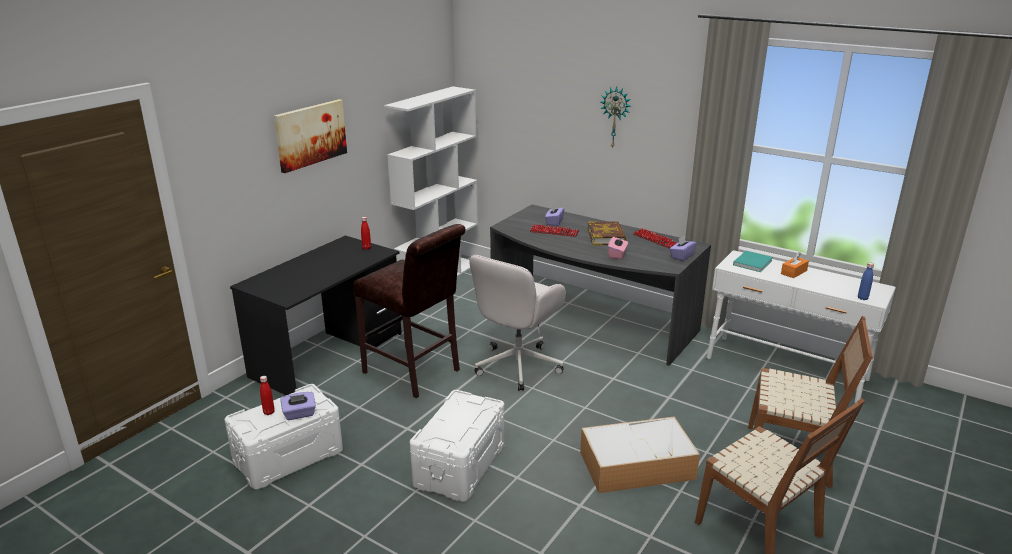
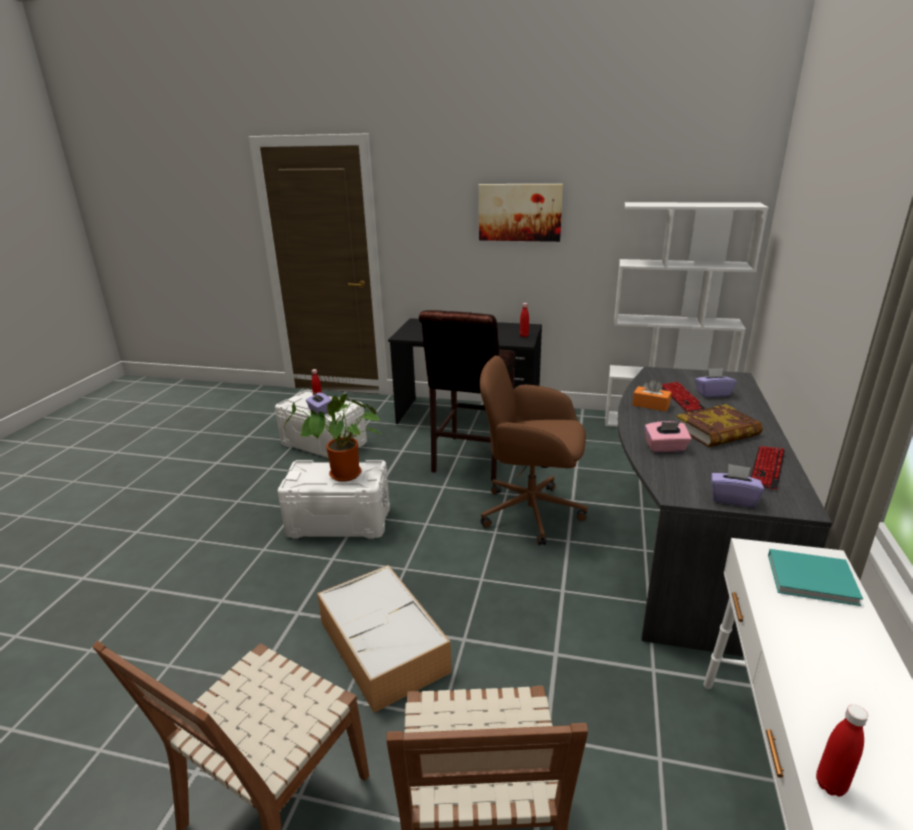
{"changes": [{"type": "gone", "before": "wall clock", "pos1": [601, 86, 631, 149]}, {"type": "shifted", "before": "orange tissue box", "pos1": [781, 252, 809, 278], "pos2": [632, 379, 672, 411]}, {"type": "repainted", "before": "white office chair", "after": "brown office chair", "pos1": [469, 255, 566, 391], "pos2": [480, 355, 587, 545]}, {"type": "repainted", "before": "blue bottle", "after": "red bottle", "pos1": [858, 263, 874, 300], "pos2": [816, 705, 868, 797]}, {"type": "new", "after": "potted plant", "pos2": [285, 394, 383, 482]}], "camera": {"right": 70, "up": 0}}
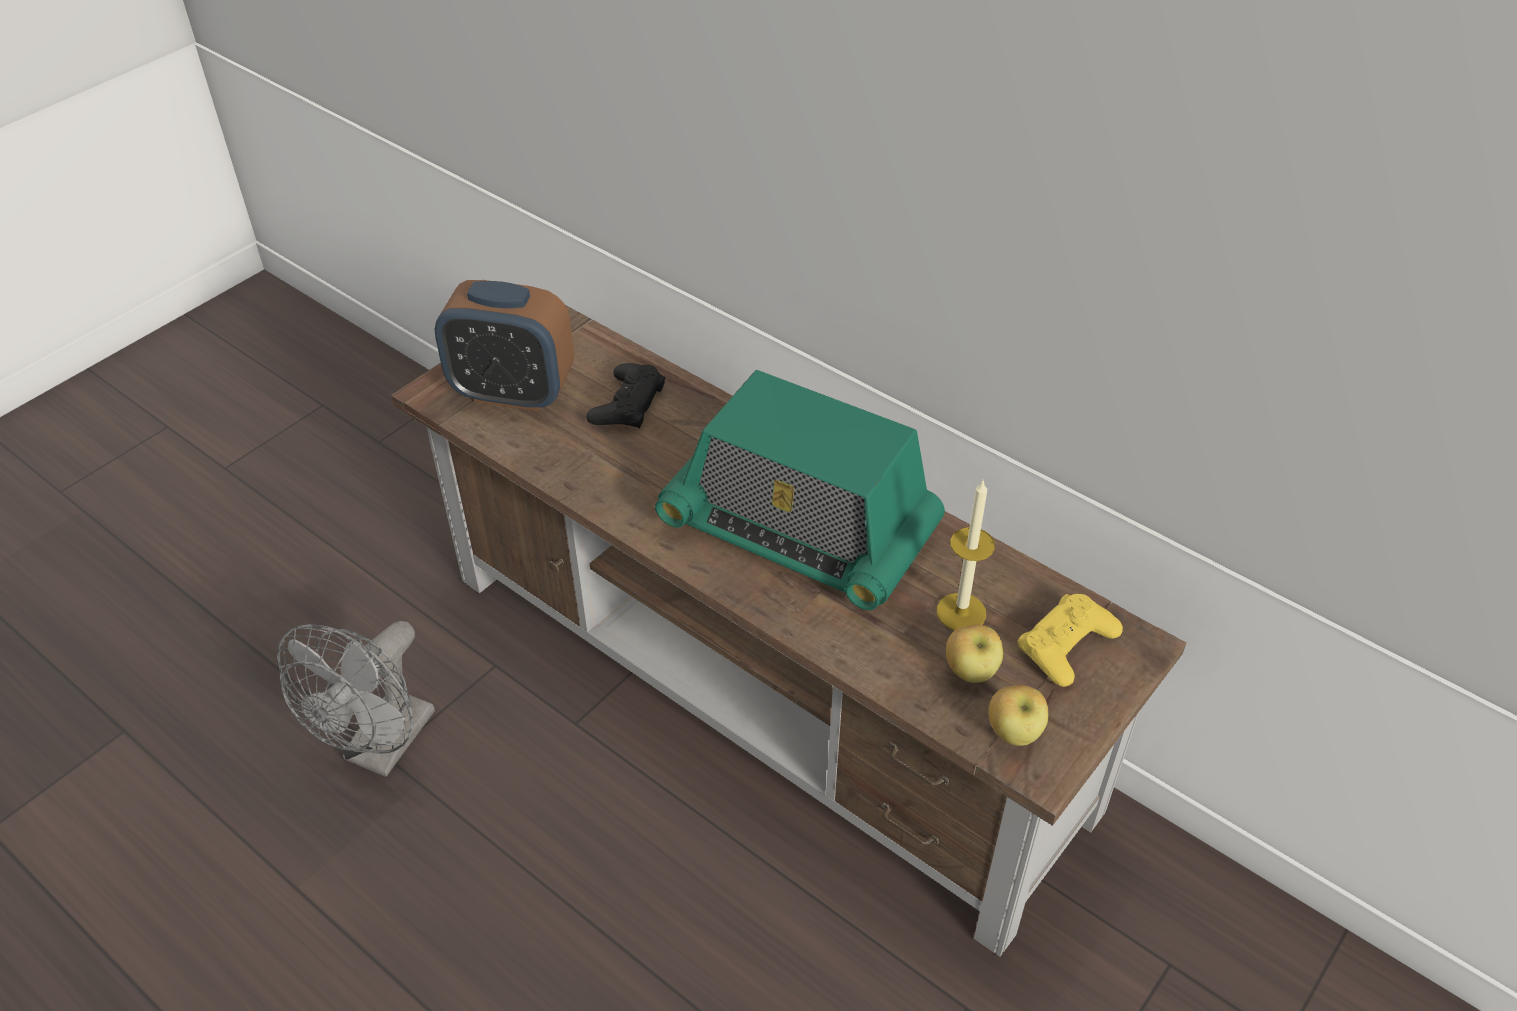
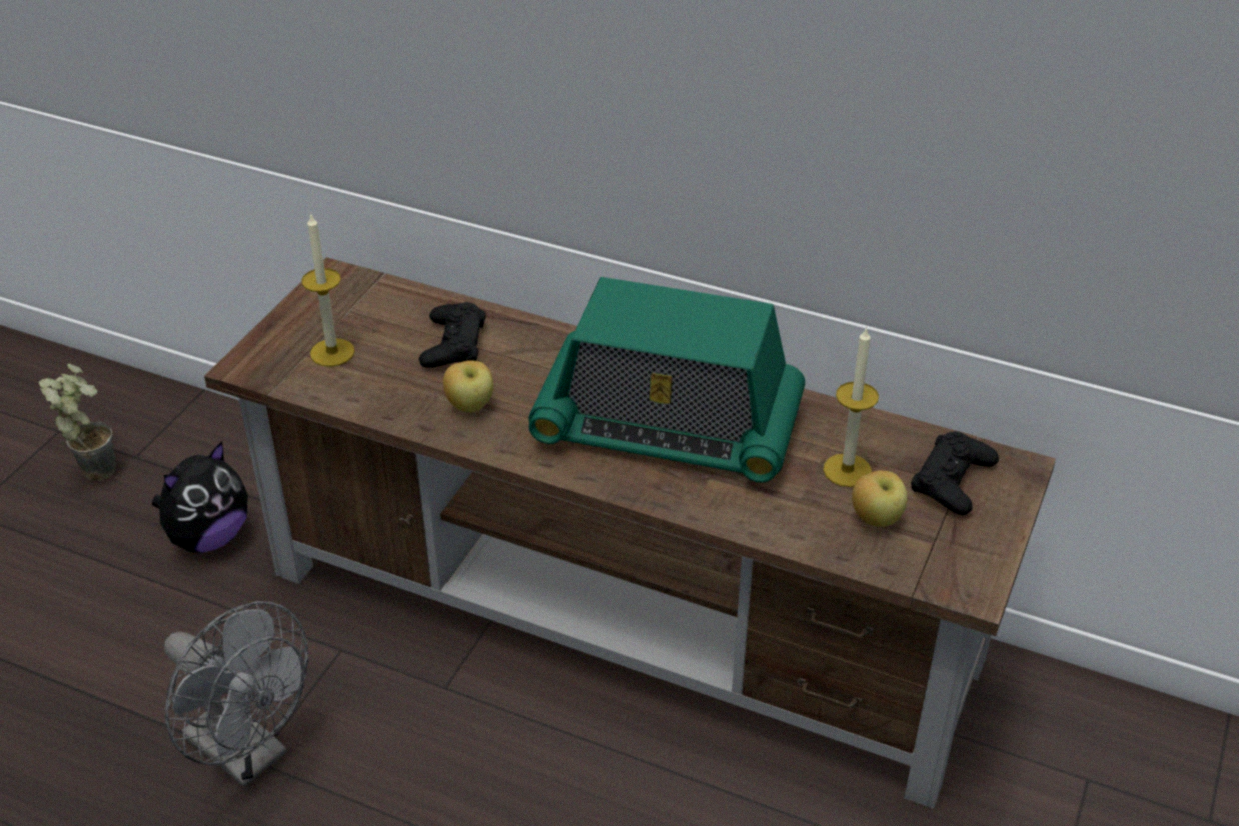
{"changes": [{"type": "swapped", "before": "alarm clock", "after": "candle", "pos1": [435, 280, 574, 411], "pos2": [301, 215, 355, 367]}, {"type": "repainted", "before": "yellow game controller", "after": "black game controller", "pos1": [1017, 594, 1123, 687], "pos2": [911, 431, 999, 515]}, {"type": "rotated", "before": "grey fan", "pos1": [277, 621, 435, 777], "pos2": [164, 601, 308, 787], "turn": -60}, {"type": "shifted", "before": "apple", "pos1": [989, 685, 1048, 746], "pos2": [443, 360, 494, 412]}, {"type": "new", "after": "potted plant", "pos2": [38, 364, 116, 481]}, {"type": "new", "after": "plush toy", "pos2": [152, 441, 248, 553]}], "camera": {"right": -15, "up": -5}}
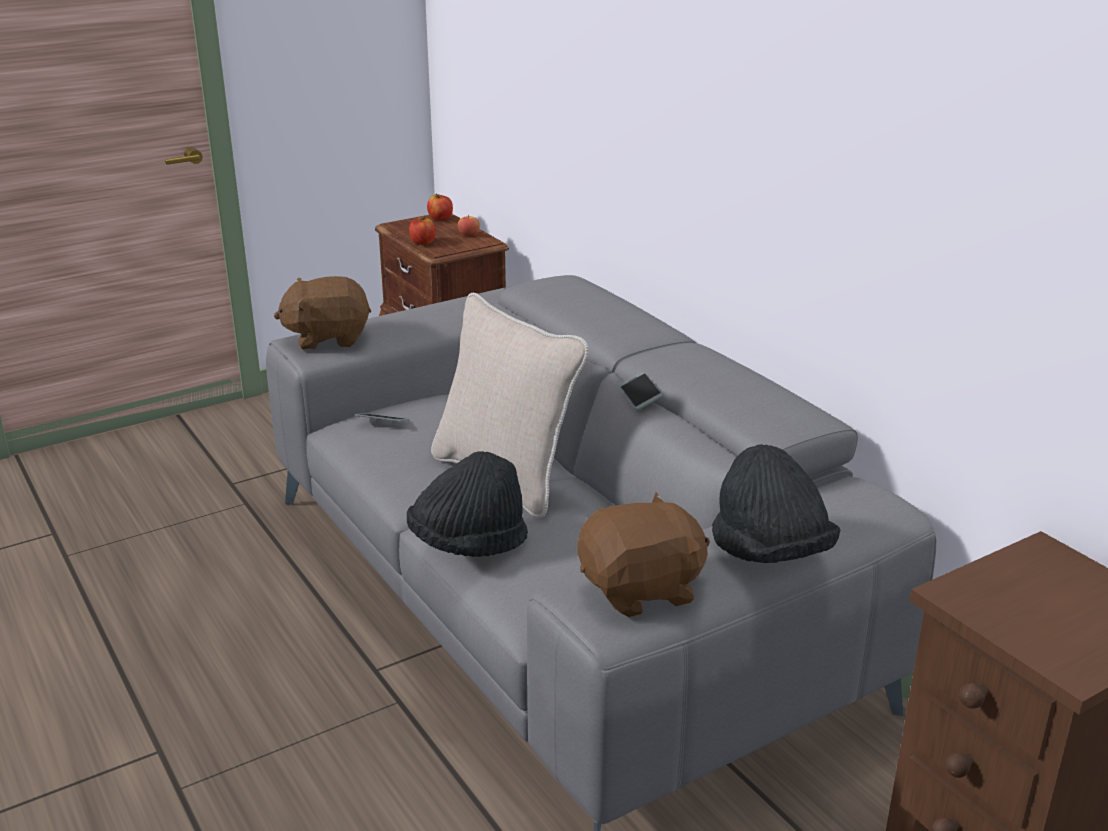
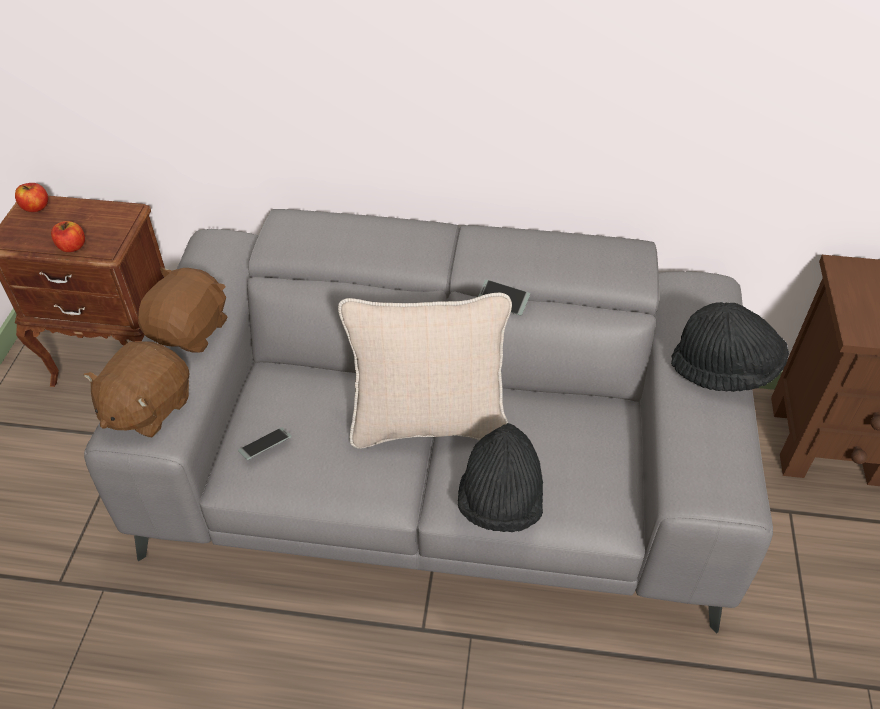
{"changes": [{"type": "gone", "before": "apple", "pos1": [458, 215, 480, 237]}, {"type": "shifted", "before": "brown plush toy", "pos1": [578, 492, 710, 617], "pos2": [138, 267, 227, 353]}], "camera": {"right": -50, "up": 20}}
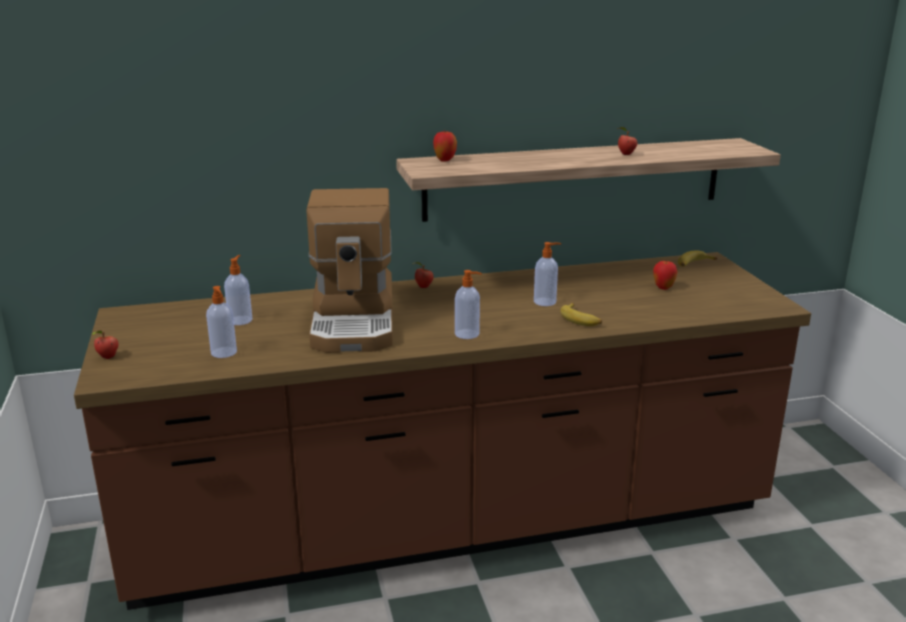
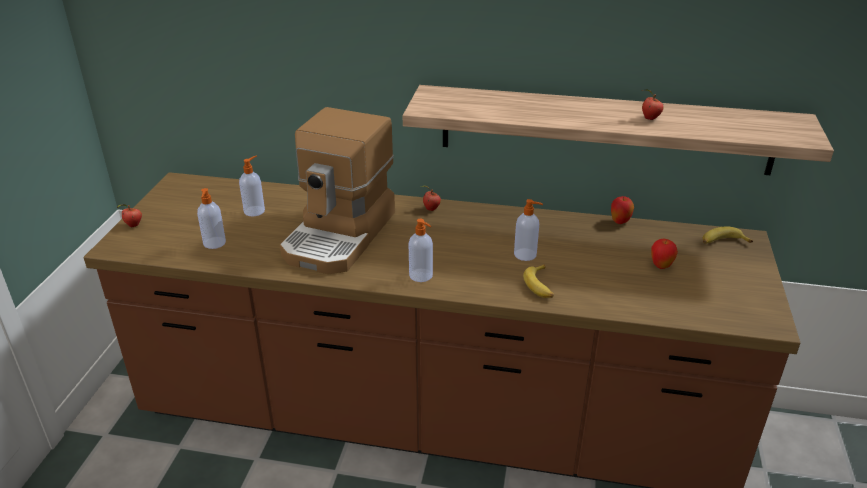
{"changes": [{"type": "shifted", "before": "apple", "pos1": [433, 131, 457, 162], "pos2": [611, 196, 634, 224]}], "camera": {"right": 25, "up": 10}}
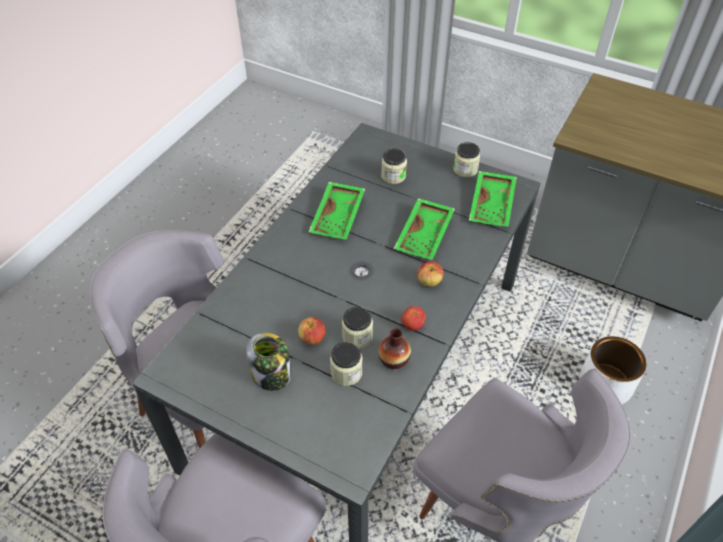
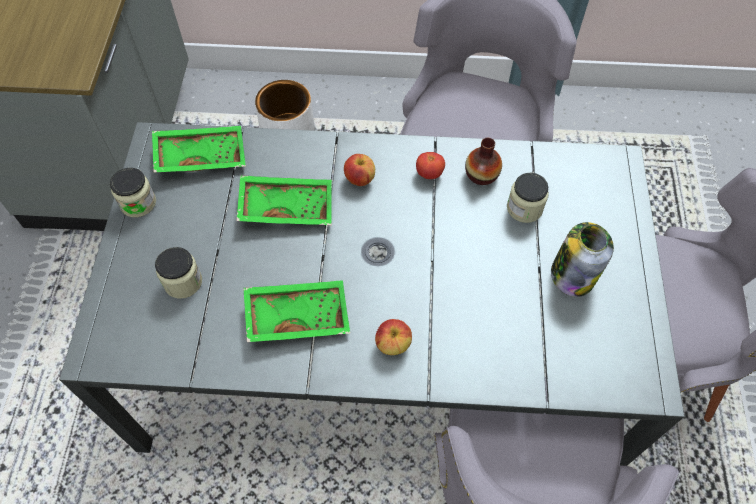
{"changes": [{"type": "gone", "before": "jar", "pos1": [342, 307, 373, 349]}, {"type": "shifted", "before": "apple", "pos1": [298, 317, 325, 345], "pos2": [375, 319, 412, 355]}], "camera": {"right": -115, "up": 10}}
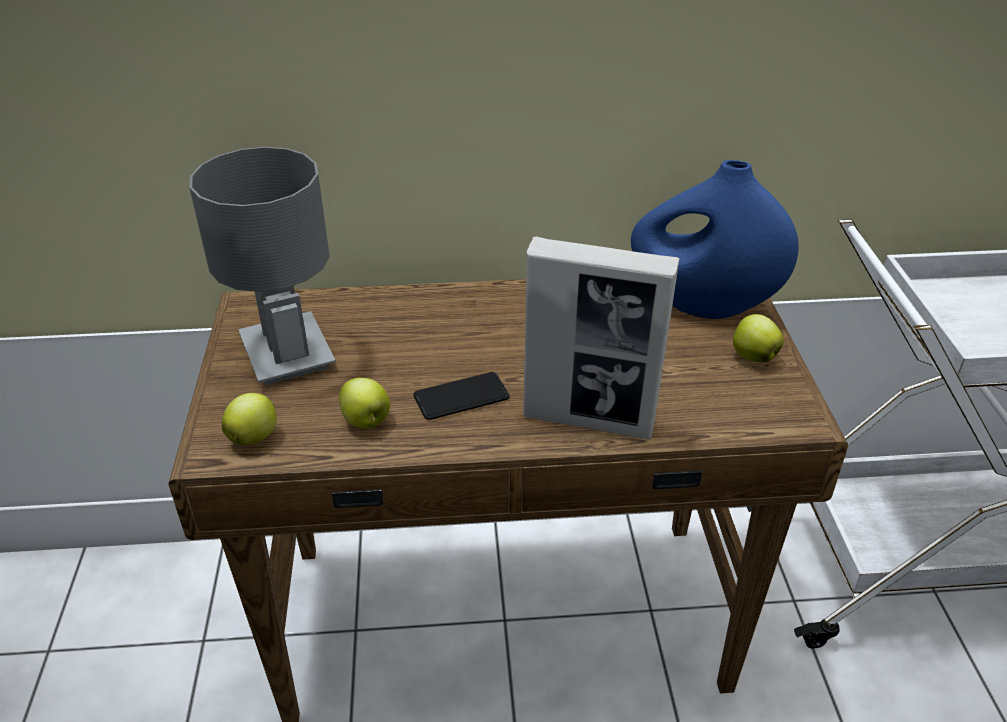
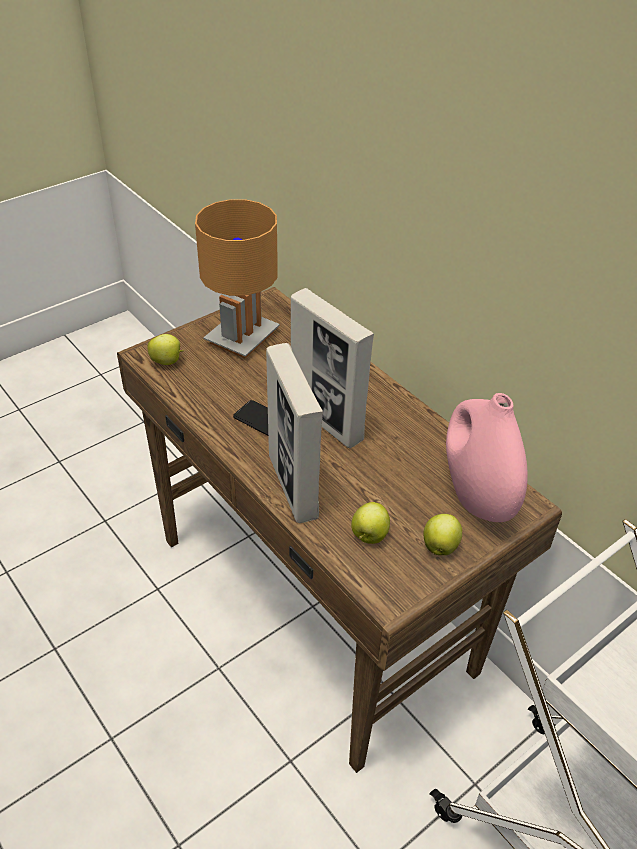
{"changes": [{"type": "repainted", "before": "grey table lamp", "after": "brown table lamp", "pos1": [189, 147, 336, 385], "pos2": [195, 199, 280, 358]}, {"type": "repainted", "before": "blue vase", "after": "pink vase", "pos1": [631, 160, 799, 319], "pos2": [446, 393, 528, 522]}, {"type": "shifted", "before": "apple", "pos1": [339, 377, 390, 428], "pos2": [351, 502, 390, 544]}, {"type": "new", "after": "picture frame", "pos2": [291, 288, 374, 448]}], "camera": {"right": 55, "up": 5}}
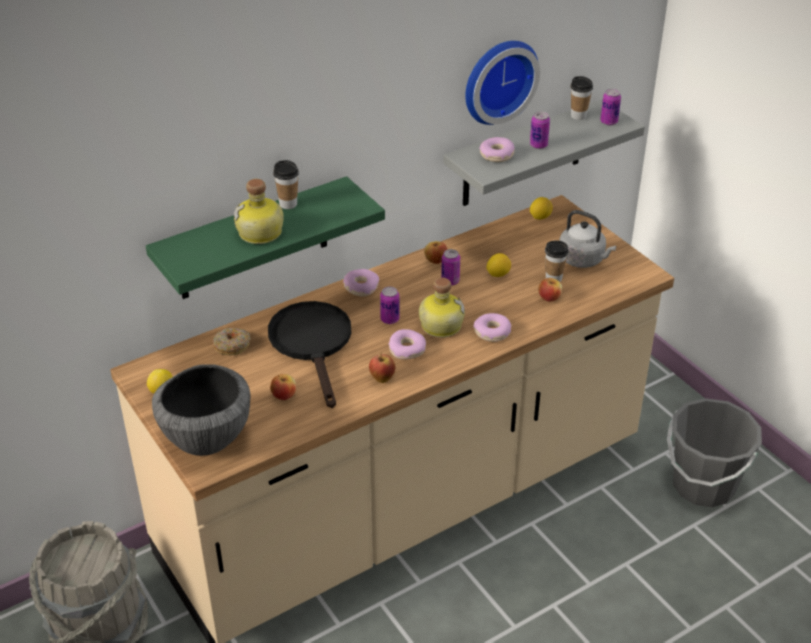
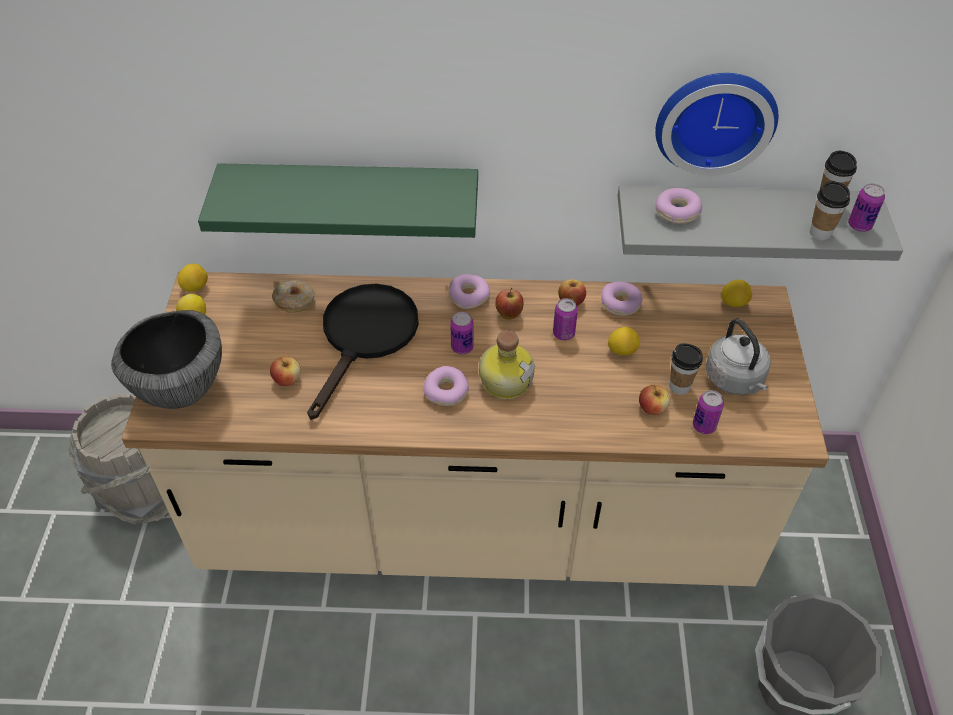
{"changes": [{"type": "shifted", "before": "can", "pos1": [530, 112, 550, 149], "pos2": [693, 390, 724, 434]}, {"type": "shifted", "before": "cup", "pos1": [273, 160, 299, 209], "pos2": [810, 181, 850, 240]}, {"type": "gone", "before": "bottle", "pos1": [234, 179, 284, 244]}, {"type": "shifted", "before": "donut", "pos1": [473, 313, 512, 342], "pos2": [601, 282, 643, 316]}, {"type": "shifted", "before": "apple", "pos1": [369, 352, 395, 383], "pos2": [495, 288, 524, 320]}, {"type": "new", "after": "lemon", "pos2": [178, 264, 208, 292]}], "camera": {"right": 35, "up": 10}}
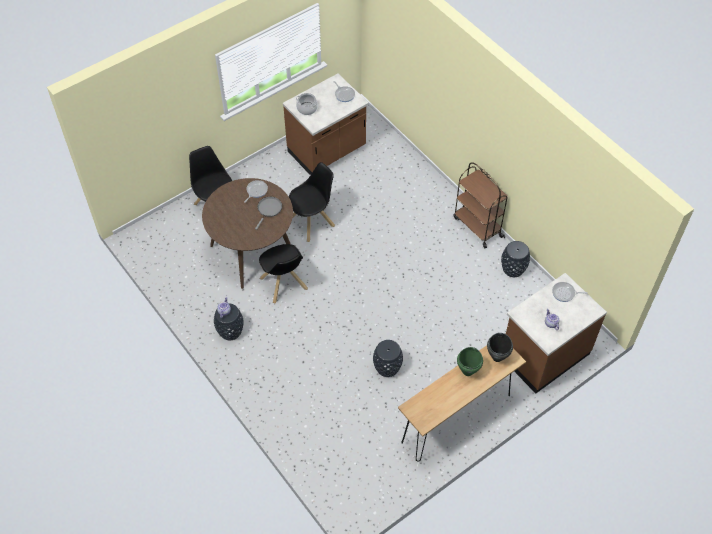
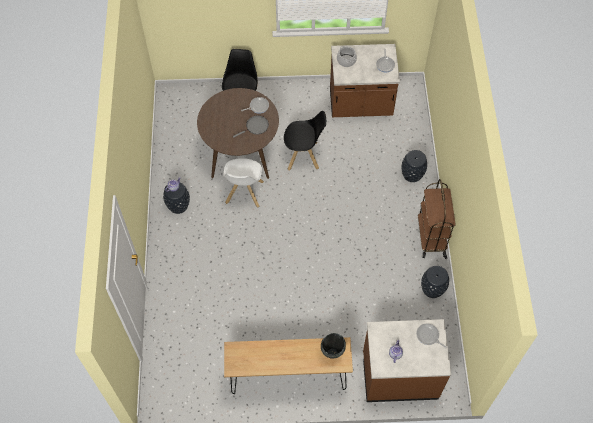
{"changes": [{"type": "repainted", "before": "black chair", "after": "white chair", "pos1": [259, 244, 308, 304], "pos2": [223, 158, 264, 208]}, {"type": "shifted", "before": "black stool", "pos1": [373, 340, 403, 377], "pos2": [402, 150, 427, 182]}, {"type": "gone", "before": "green cooking pot", "pos1": [457, 347, 483, 376]}], "camera": {"right": 35, "up": 5}}
